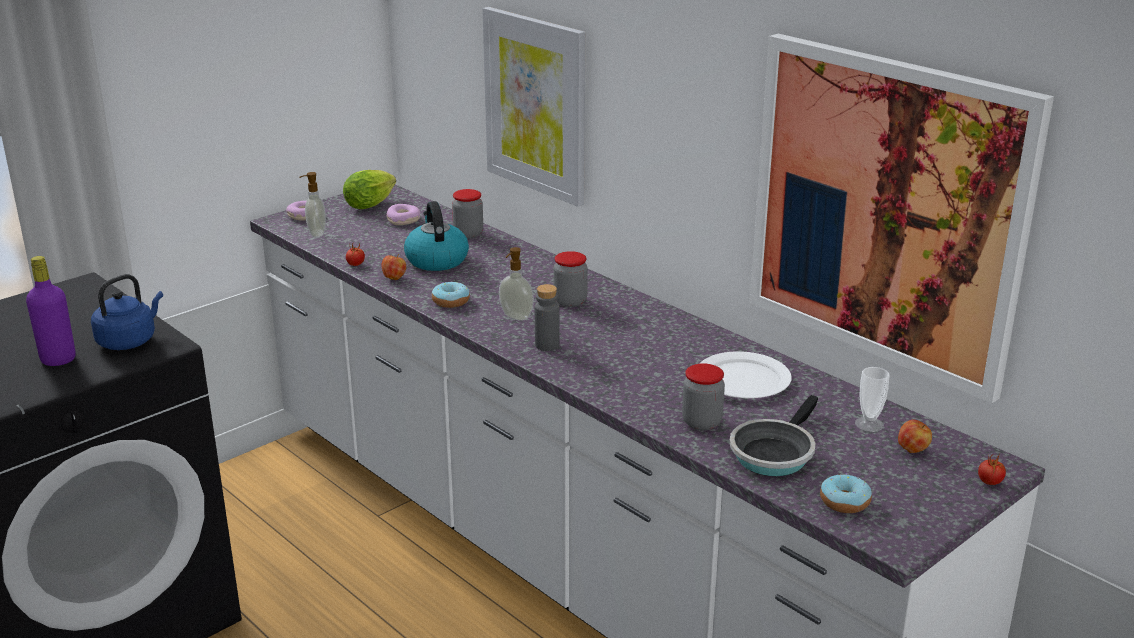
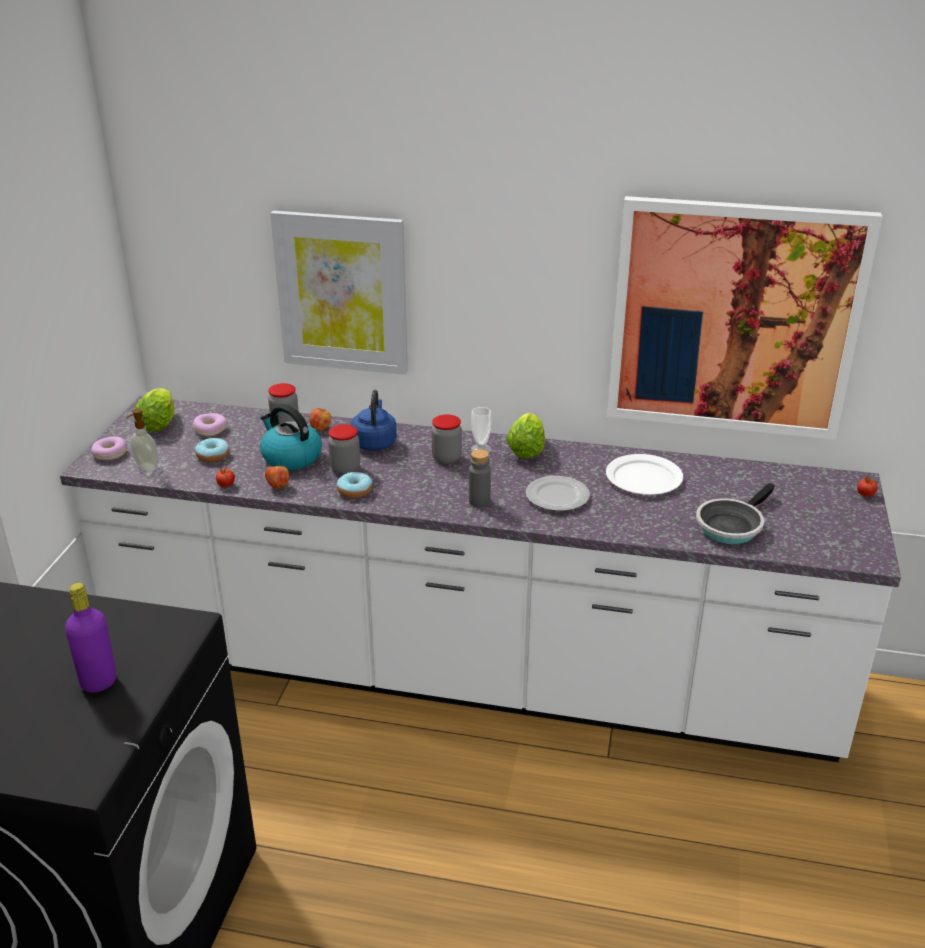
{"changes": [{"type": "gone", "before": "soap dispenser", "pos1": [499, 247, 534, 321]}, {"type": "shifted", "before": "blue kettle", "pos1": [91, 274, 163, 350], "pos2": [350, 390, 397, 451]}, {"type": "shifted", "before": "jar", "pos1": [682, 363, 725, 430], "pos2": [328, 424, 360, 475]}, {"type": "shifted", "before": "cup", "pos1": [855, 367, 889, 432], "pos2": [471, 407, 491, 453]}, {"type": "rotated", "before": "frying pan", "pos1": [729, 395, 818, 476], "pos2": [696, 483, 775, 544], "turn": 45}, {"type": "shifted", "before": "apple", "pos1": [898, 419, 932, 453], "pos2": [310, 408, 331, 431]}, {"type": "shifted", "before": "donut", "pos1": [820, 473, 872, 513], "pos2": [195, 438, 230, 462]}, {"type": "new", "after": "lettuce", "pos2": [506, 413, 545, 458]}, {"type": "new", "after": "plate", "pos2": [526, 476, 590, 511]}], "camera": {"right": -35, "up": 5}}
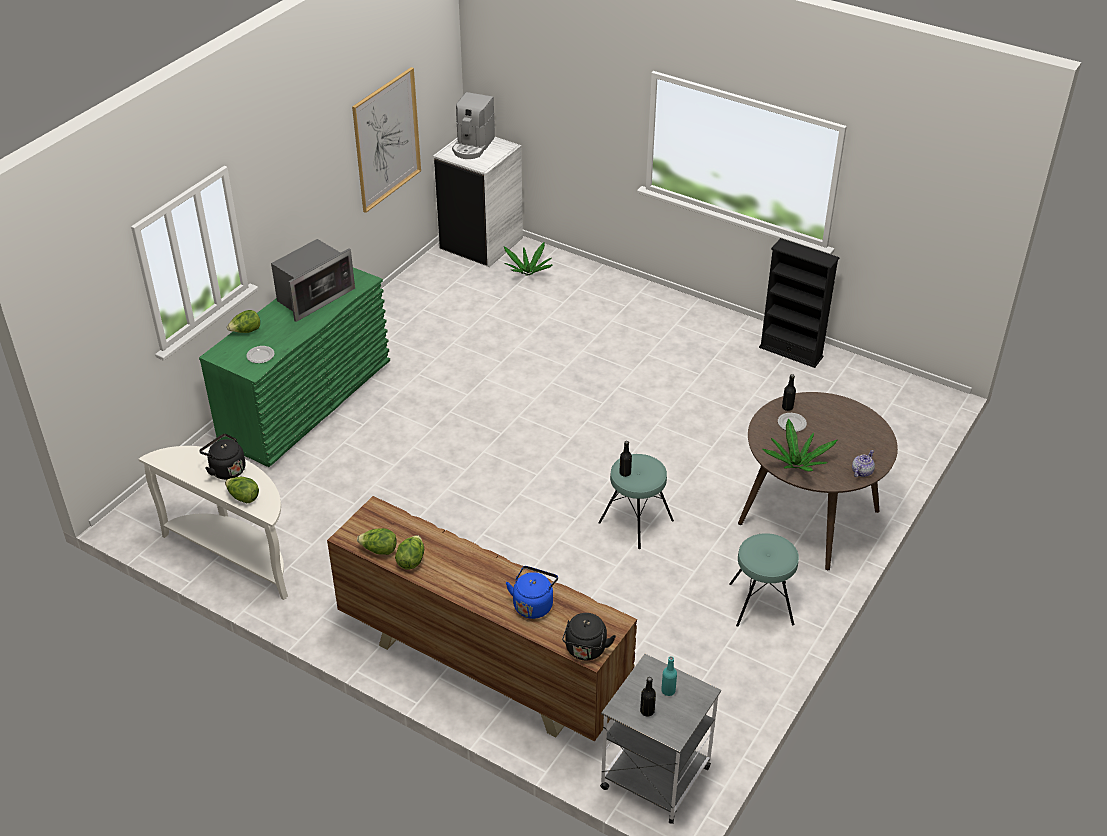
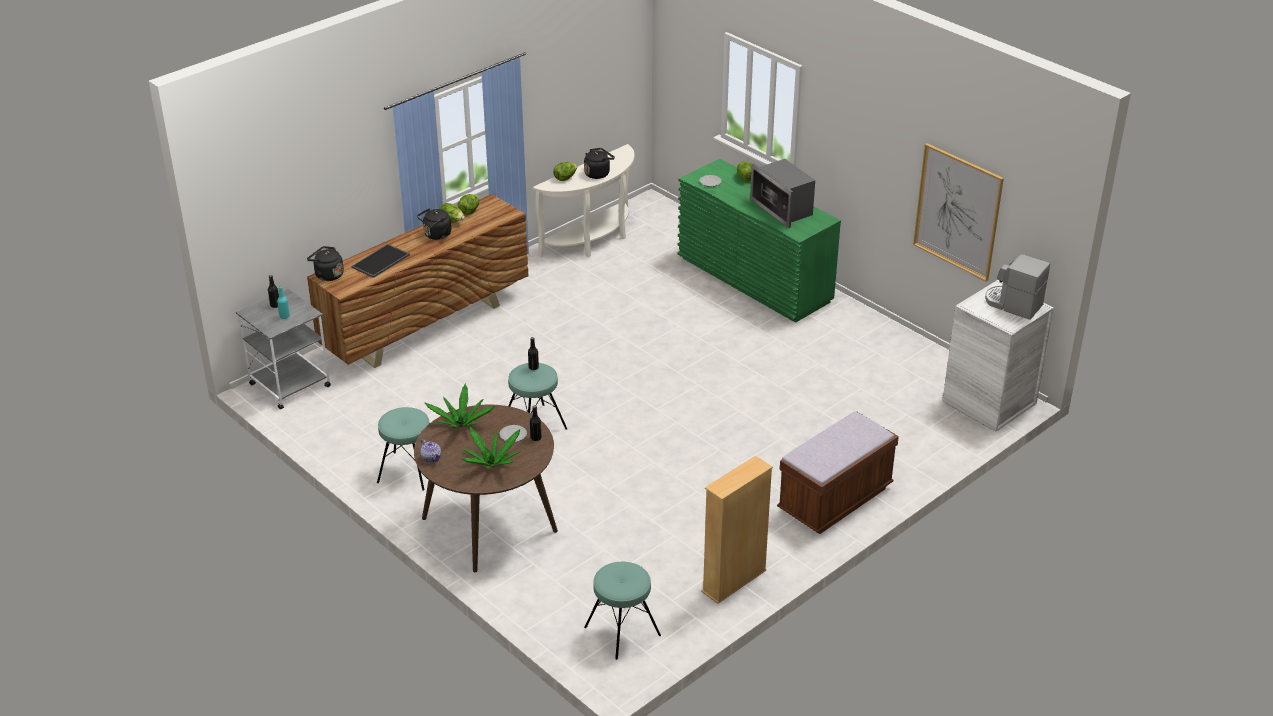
{"changes": [{"type": "repainted", "before": "black bookcase", "after": "beige bookcase", "pos1": [759, 238, 840, 368], "pos2": [701, 456, 773, 604]}, {"type": "shifted", "before": "potted plant", "pos1": [504, 242, 552, 275], "pos2": [462, 427, 521, 469]}, {"type": "swapped", "before": "blue kettle", "after": "tray", "pos1": [506, 566, 558, 619], "pos2": [351, 244, 410, 278]}, {"type": "new", "after": "black kettle", "pos2": [417, 208, 451, 240]}, {"type": "new", "after": "brown bench", "pos2": [777, 412, 899, 534]}, {"type": "new", "after": "turquoise stool", "pos2": [584, 562, 661, 660]}], "camera": {"right": 105, "up": -5}}
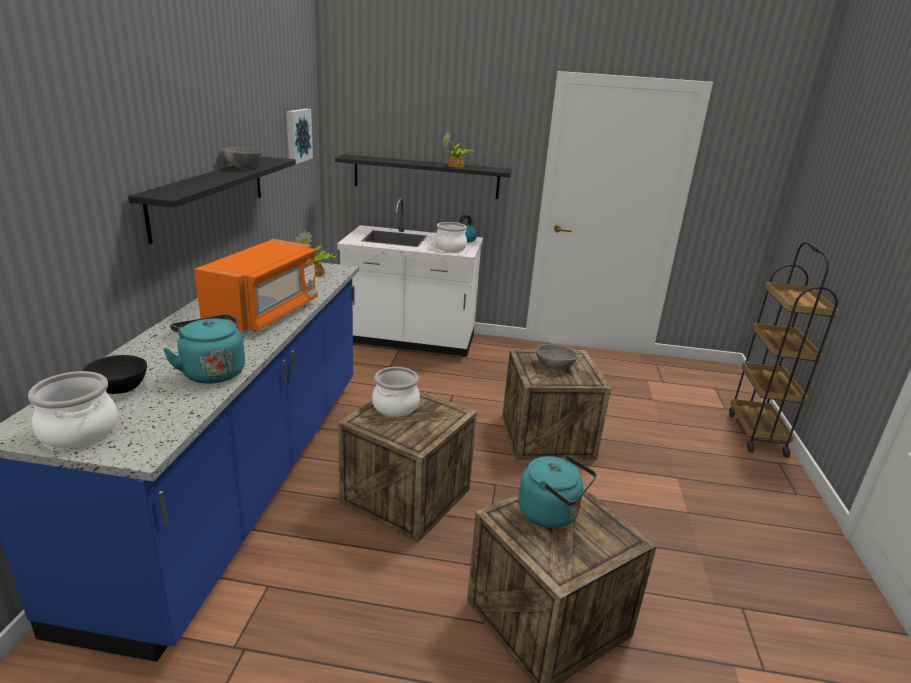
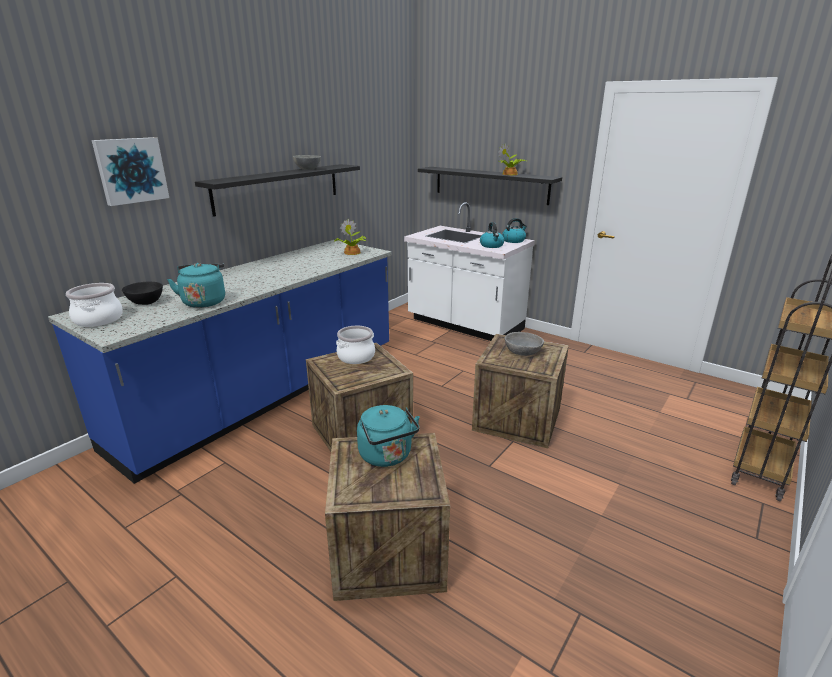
{"changes": [{"type": "shifted", "before": "picture", "pos1": [286, 108, 313, 164], "pos2": [92, 137, 169, 206]}, {"type": "swapped", "before": "cooking pot", "after": "kettle", "pos1": [435, 222, 467, 252], "pos2": [480, 222, 504, 248]}, {"type": "gone", "before": "orange microwave", "pos1": [195, 239, 318, 334]}], "camera": {"right": 30, "up": 0}}
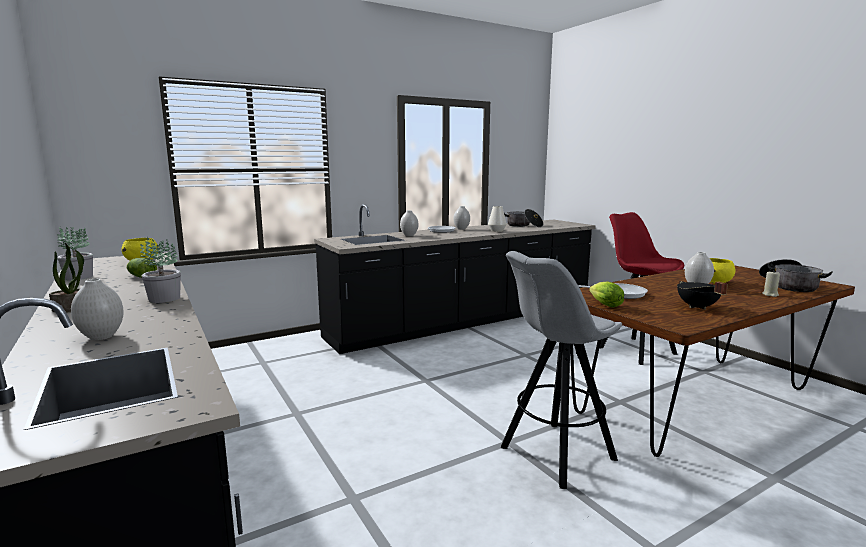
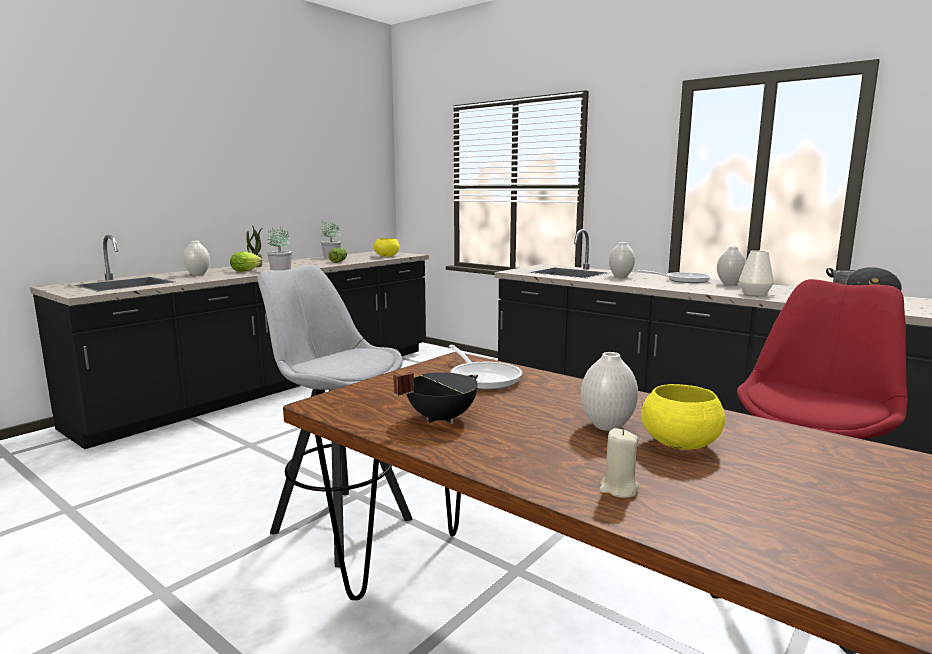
{"changes": [{"type": "gone", "before": "cooking pot", "pos1": [759, 259, 833, 292]}, {"type": "shifted", "before": "lettuce", "pos1": [589, 281, 624, 308], "pos2": [230, 252, 262, 272]}], "camera": {"right": 70, "up": 0}}
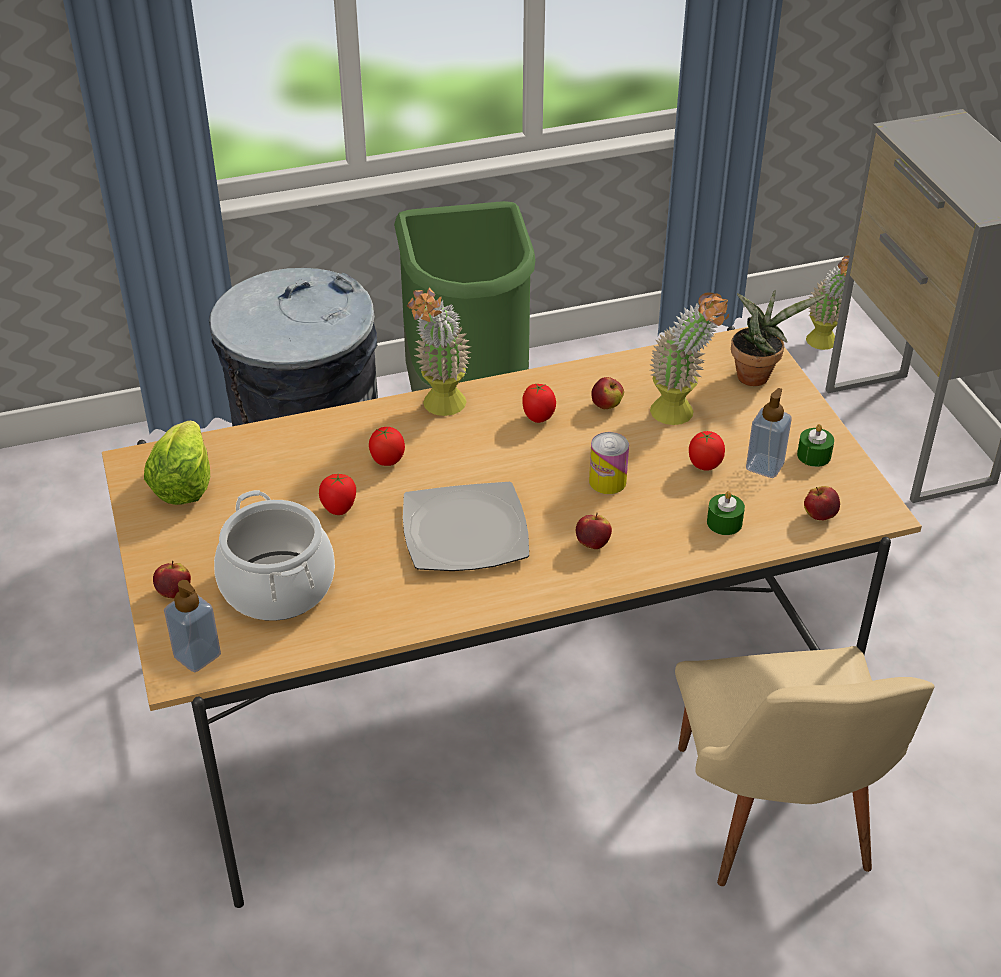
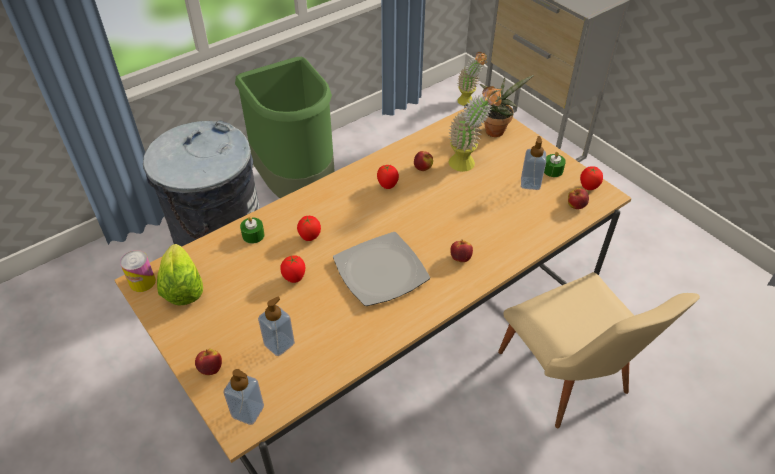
{"changes": [{"type": "gone", "before": "potted plant", "pos1": [407, 288, 472, 416]}, {"type": "shifted", "before": "tomato", "pos1": [689, 431, 725, 471], "pos2": [580, 166, 603, 190]}, {"type": "shifted", "before": "can", "pos1": [589, 432, 629, 494], "pos2": [120, 250, 156, 292]}, {"type": "swapped", "before": "cooking pot", "after": "soap dispenser", "pos1": [214, 490, 335, 621], "pos2": [258, 296, 295, 356]}, {"type": "shifted", "before": "green candle", "pos1": [707, 491, 745, 535], "pos2": [240, 217, 264, 244]}], "camera": {"right": -20, "up": 5}}
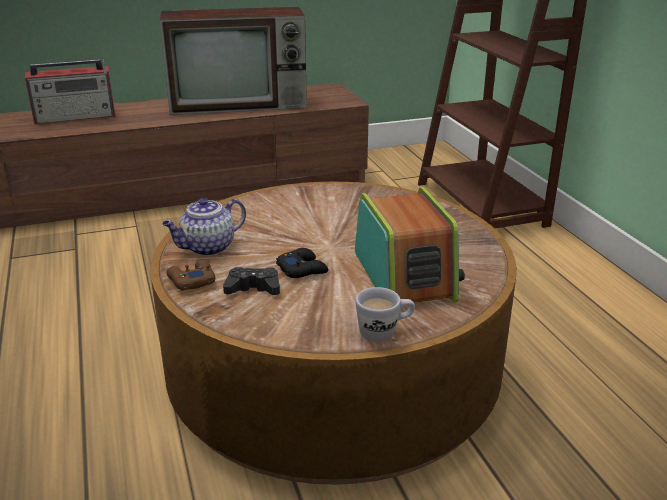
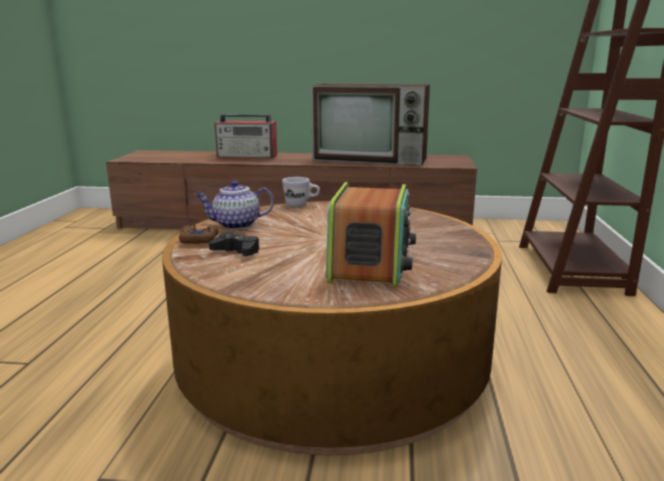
{"changes": [{"type": "gone", "before": "black game controller", "pos1": [276, 248, 328, 278]}, {"type": "shifted", "before": "white mug", "pos1": [355, 287, 415, 342], "pos2": [282, 177, 320, 207]}], "camera": {"right": 25, "up": -10}}
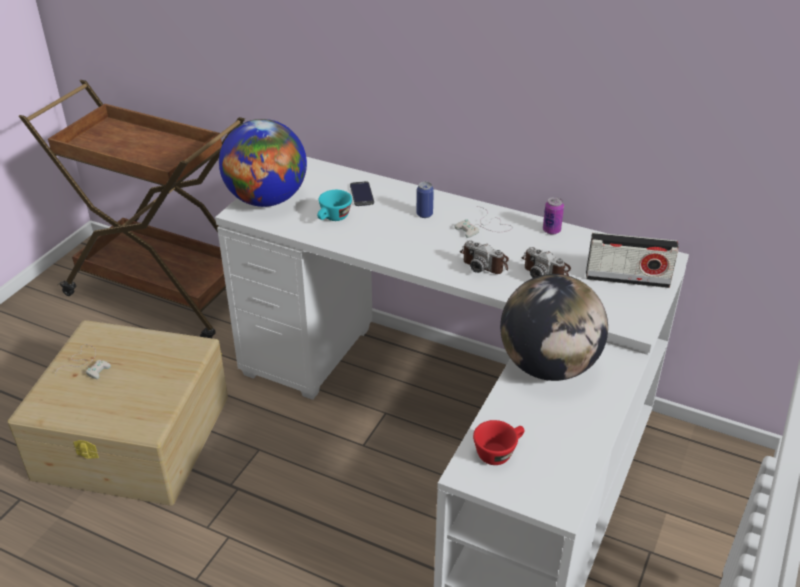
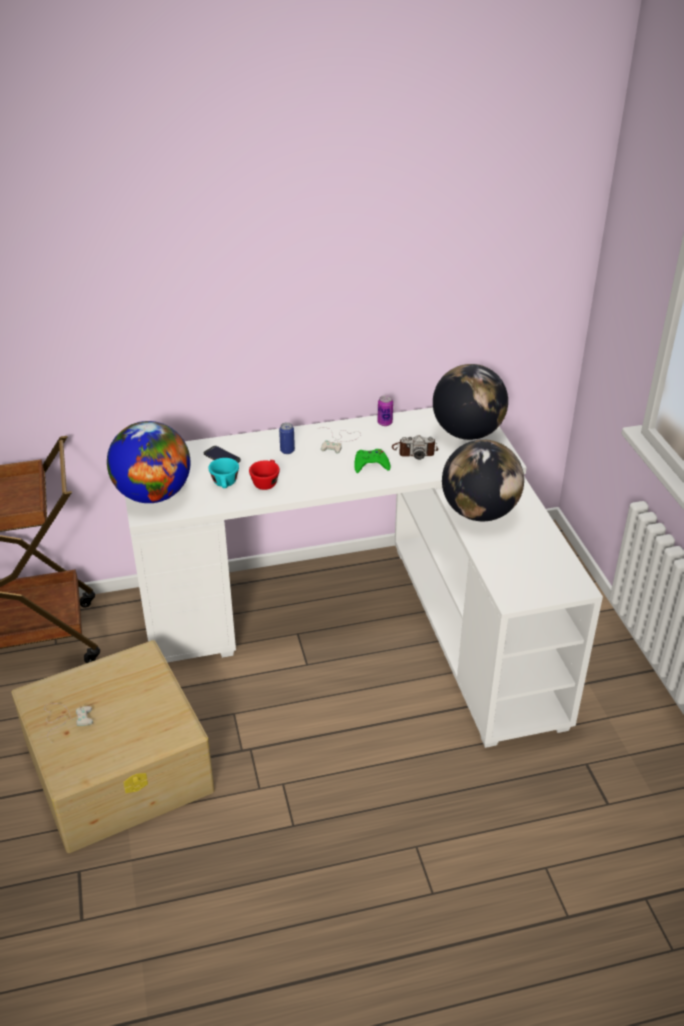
{"changes": [{"type": "swapped", "before": "radio", "after": "globe", "pos1": [586, 232, 679, 288], "pos2": [433, 364, 508, 440]}, {"type": "swapped", "before": "photo camera", "after": "green game controller", "pos1": [460, 240, 509, 274], "pos2": [354, 449, 390, 473]}, {"type": "shifted", "before": "red cup", "pos1": [473, 420, 525, 465], "pos2": [249, 460, 280, 490]}], "camera": {"right": -40, "up": 0}}
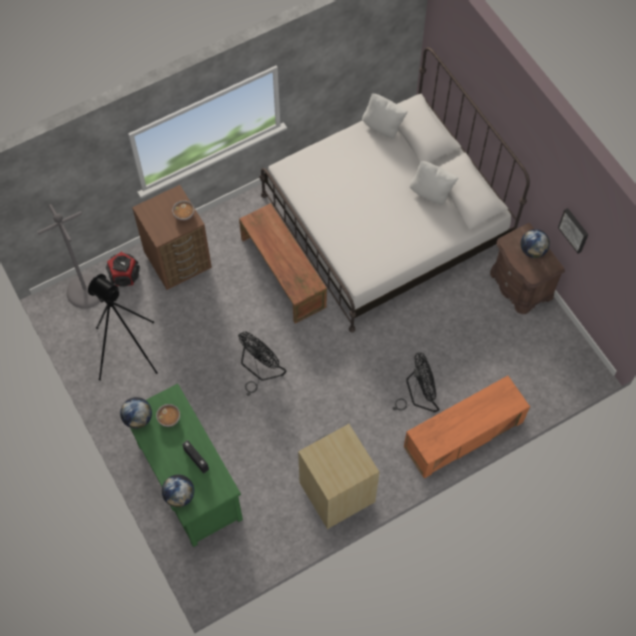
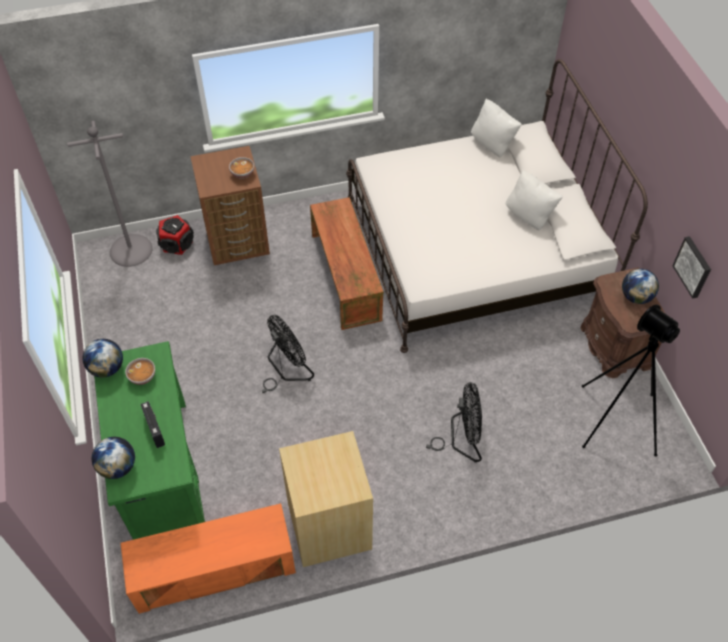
{"changes": [{"type": "shifted", "before": "black floor lamp", "pos1": [88, 274, 158, 381], "pos2": [582, 305, 680, 457]}, {"type": "shifted", "before": "orange bench", "pos1": [404, 376, 530, 479], "pos2": [121, 503, 296, 614]}], "camera": {"right": 15, "up": -10}}
